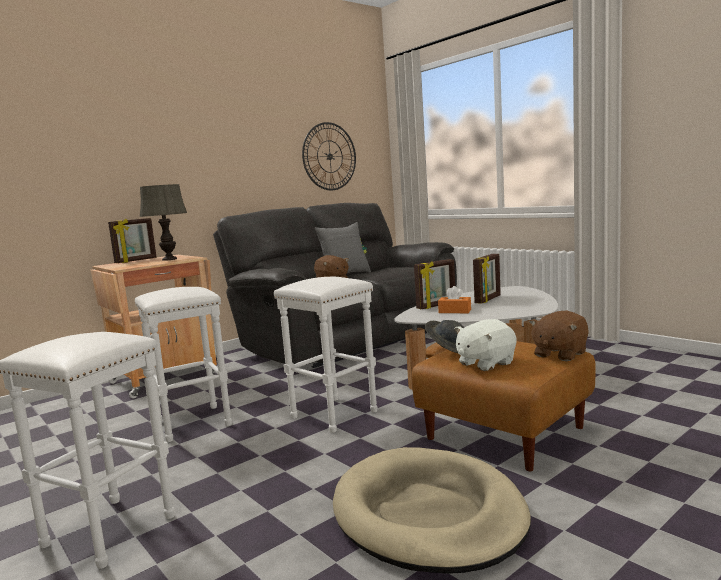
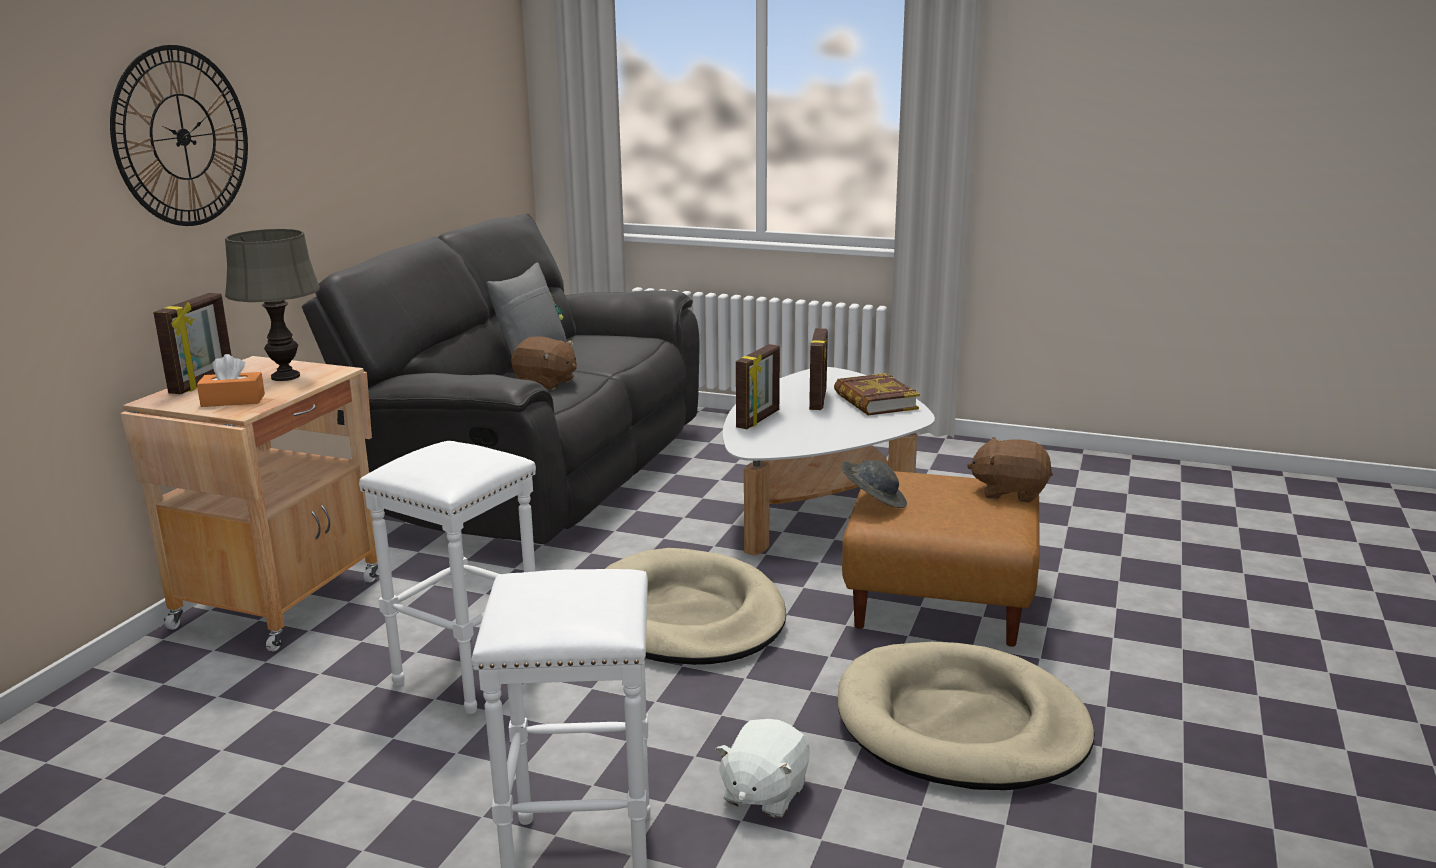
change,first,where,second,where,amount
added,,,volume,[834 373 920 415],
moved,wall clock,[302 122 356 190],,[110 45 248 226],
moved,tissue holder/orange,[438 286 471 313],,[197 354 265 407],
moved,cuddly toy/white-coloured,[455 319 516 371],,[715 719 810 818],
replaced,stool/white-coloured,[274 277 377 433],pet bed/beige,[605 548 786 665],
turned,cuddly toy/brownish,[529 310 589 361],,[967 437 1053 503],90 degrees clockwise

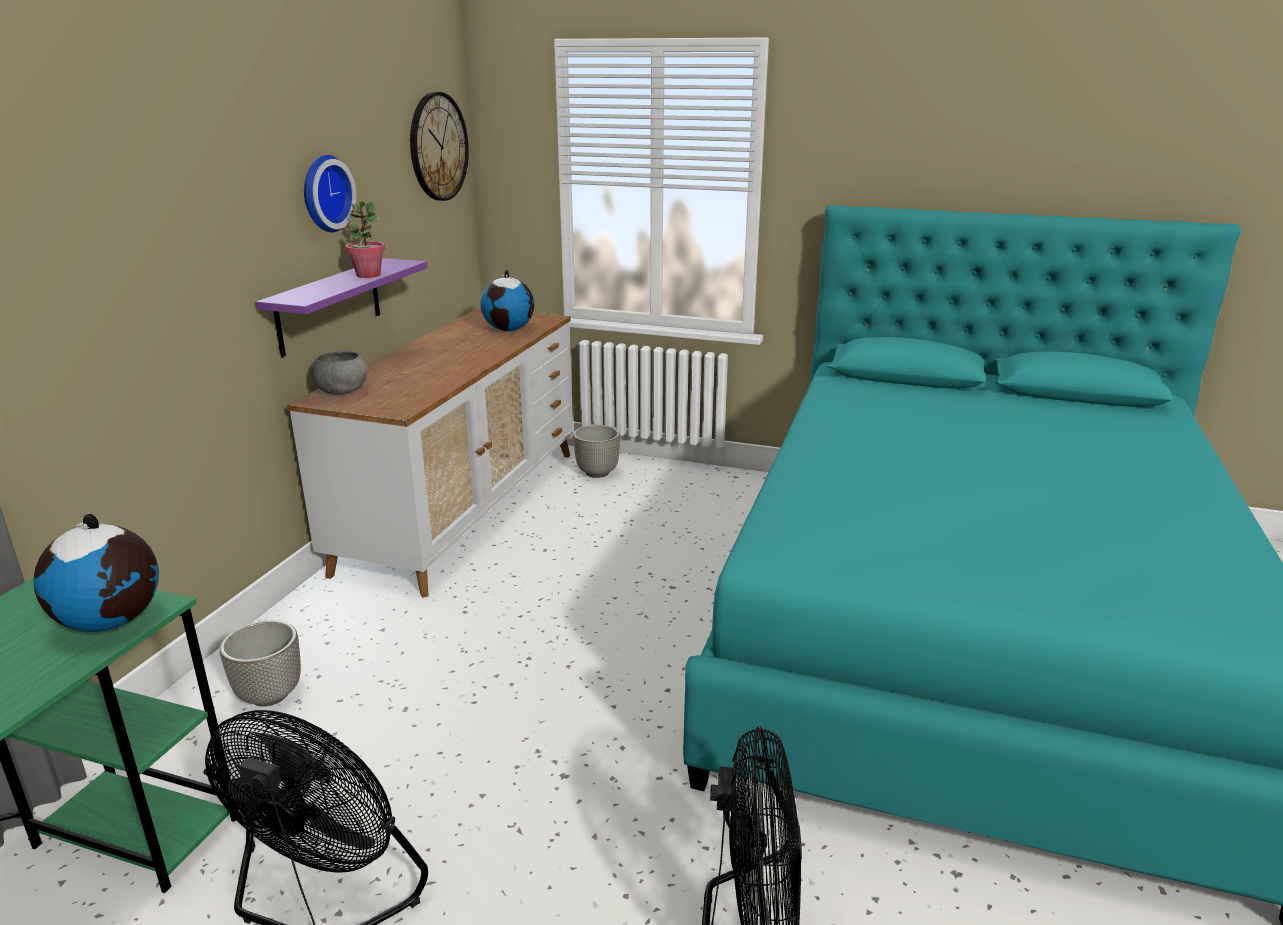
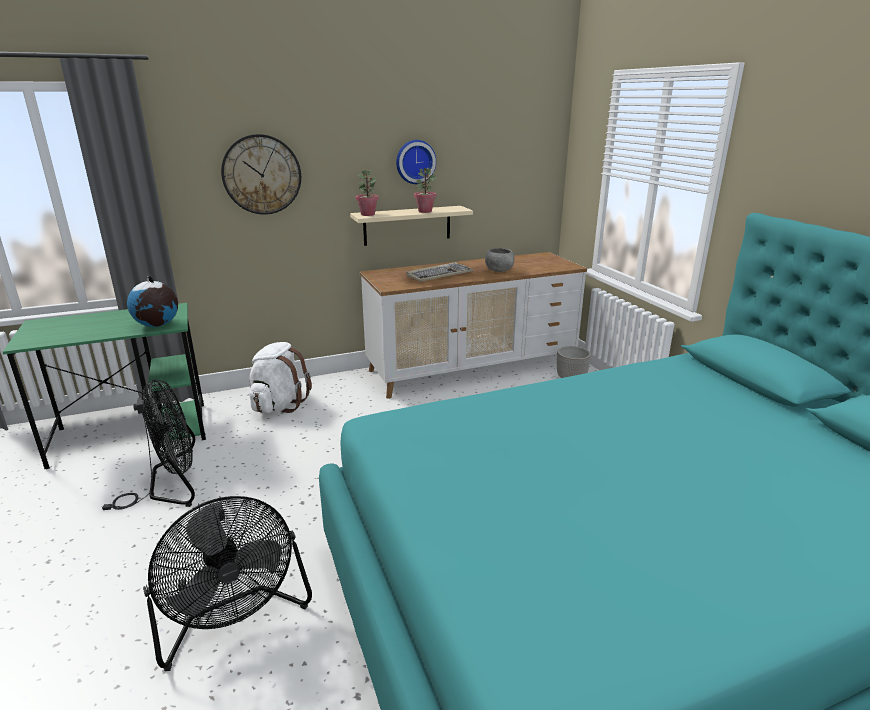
change,first,where,second,where,amount
removed,world globe,[480 270 534 331],,,
added,,,potted plant,[356 170 379 216],
added,,,keyboard,[407 262 473 281],
moved,deep dish/greyish,[312 351 368 395],,[485 248 514 272],
moved,wall clock,[410 92 469 201],,[221 134 301 215],
replaced,plant pot,[220 620 301 707],backpack/white-coloured,[249 342 312 413],
recoloured,wall shelf/purple,[255 258 428 357],wall shelf/beige,[350 206 473 246],

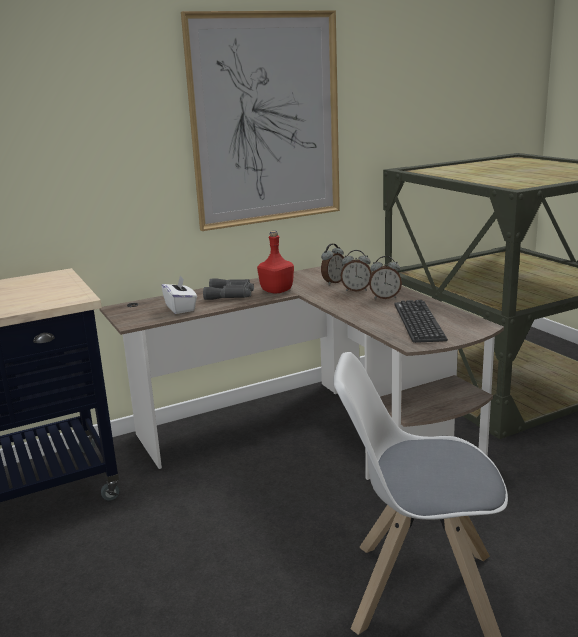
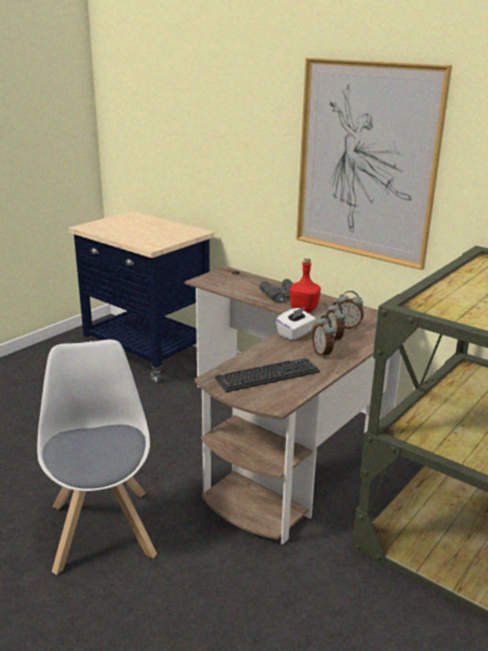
change,first,where,second,where,amount
moved,tissue holder/white-coloured,[161 276 197 314],,[276 307 316 341],

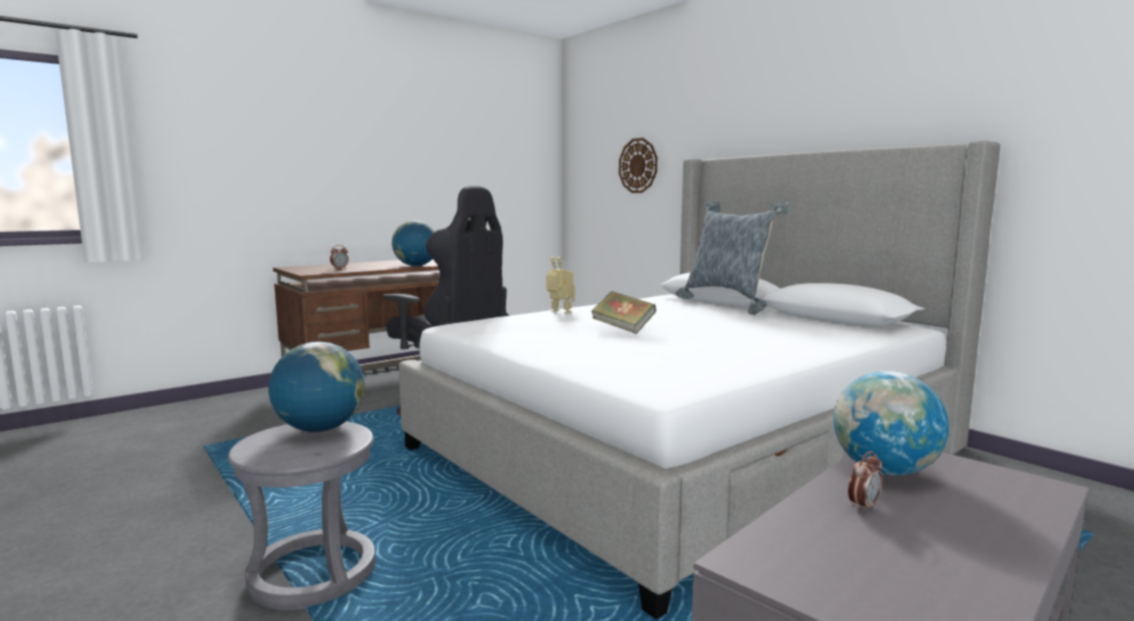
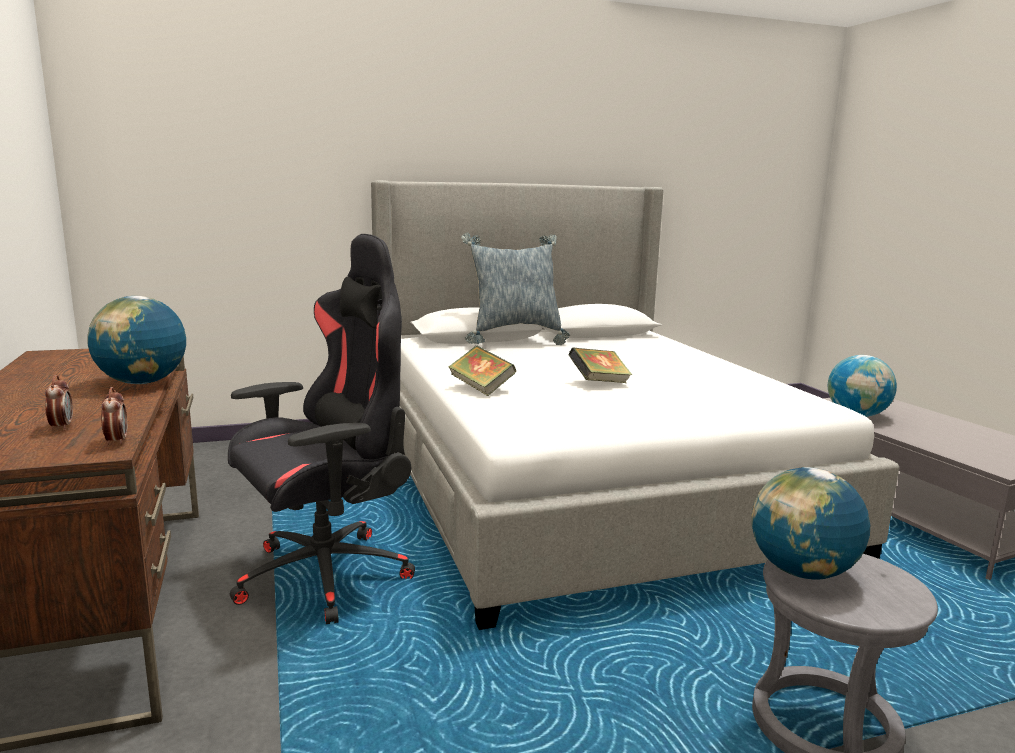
change,first,where,second,where,amount
removed,wall clock,[619 138 657 193],,,
moved,bedside clock,[848 451 883 512],,[101 387 127 445],
replaced,toy robot,[546 256 575 314],volume,[449 346 516 396],

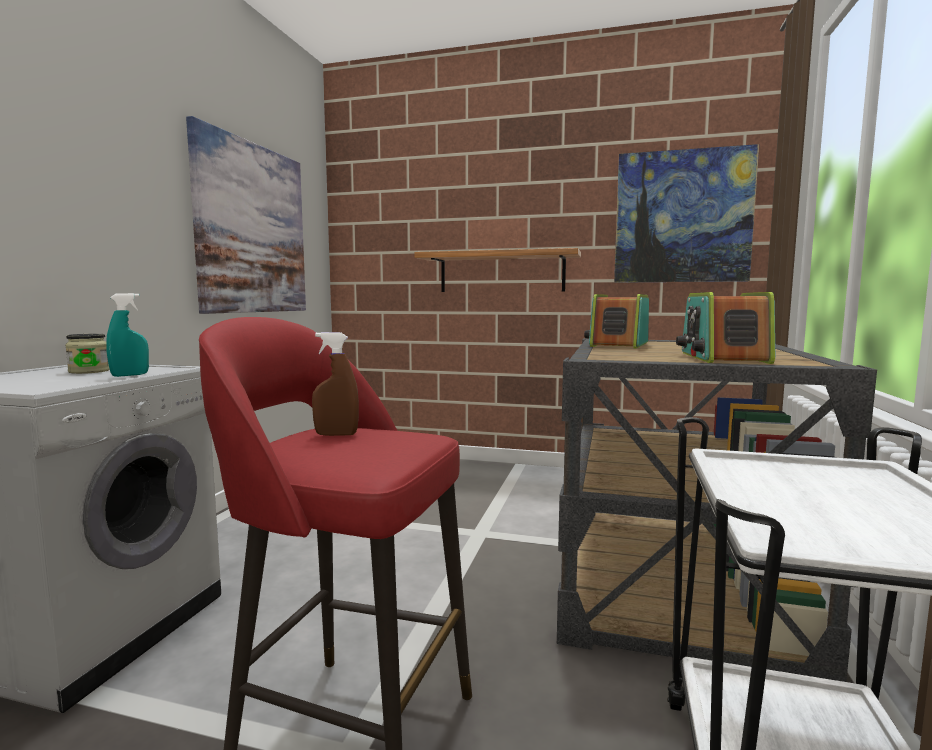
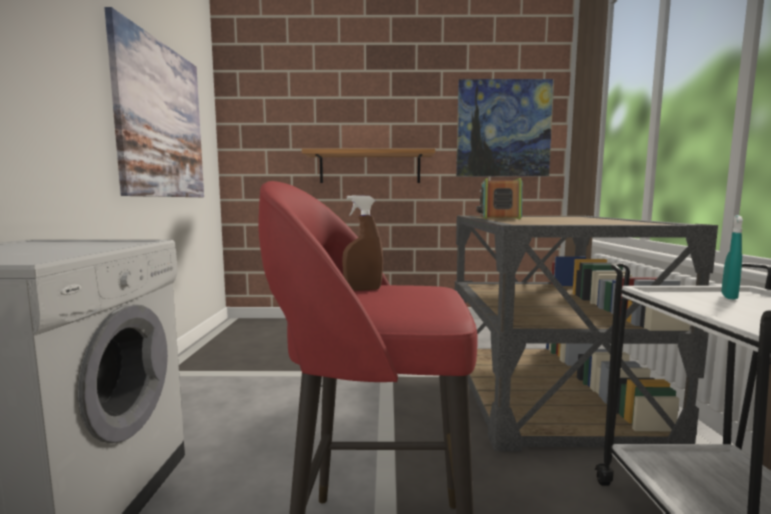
change,first,where,second,where,amount
removed,jar,[65 334 110 374],,,
removed,radio receiver,[676 292 775 364],,,
moved,sprayer/turquoise-coloured,[106 293 149 377],,[722 215 743 300],

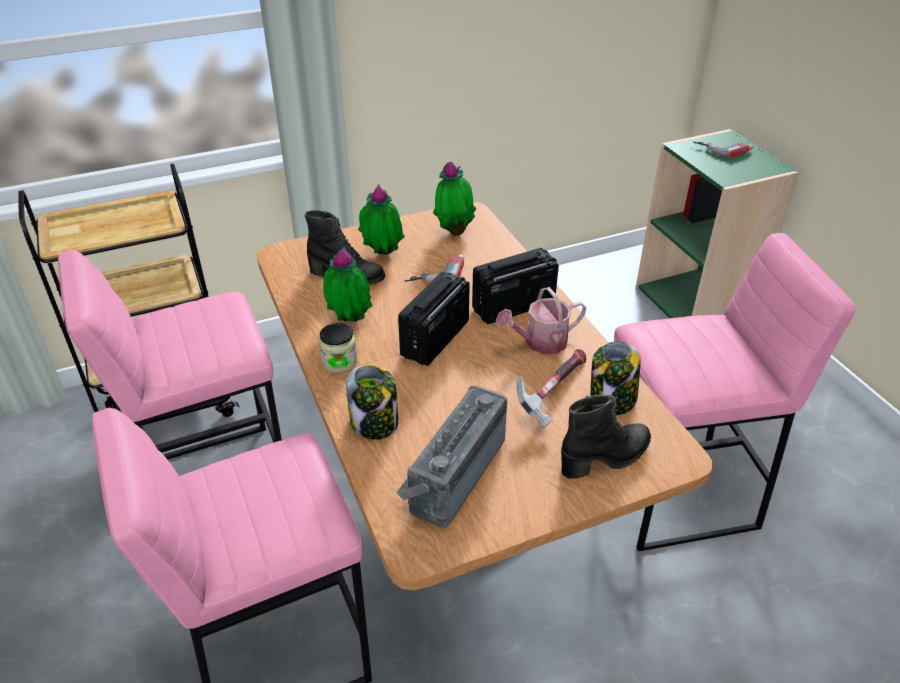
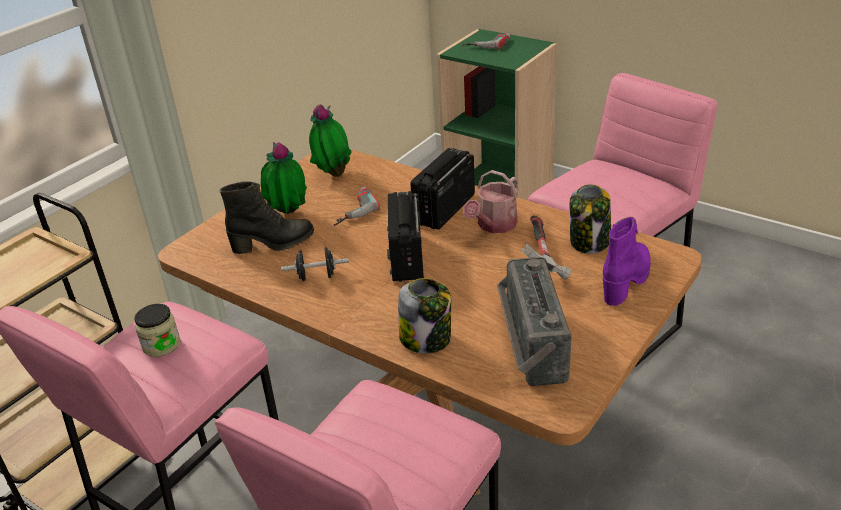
change,first,where,second,where,amount
moved,jar,[319 323 357 373],,[134 304 180 357],
replaced,potted plant,[323 247 373 322],dumbbell/black,[281 247 349 281],
recoloured,high-top boot/black,[561 395 651 479],high-top boot/purple,[603 217 651 306],

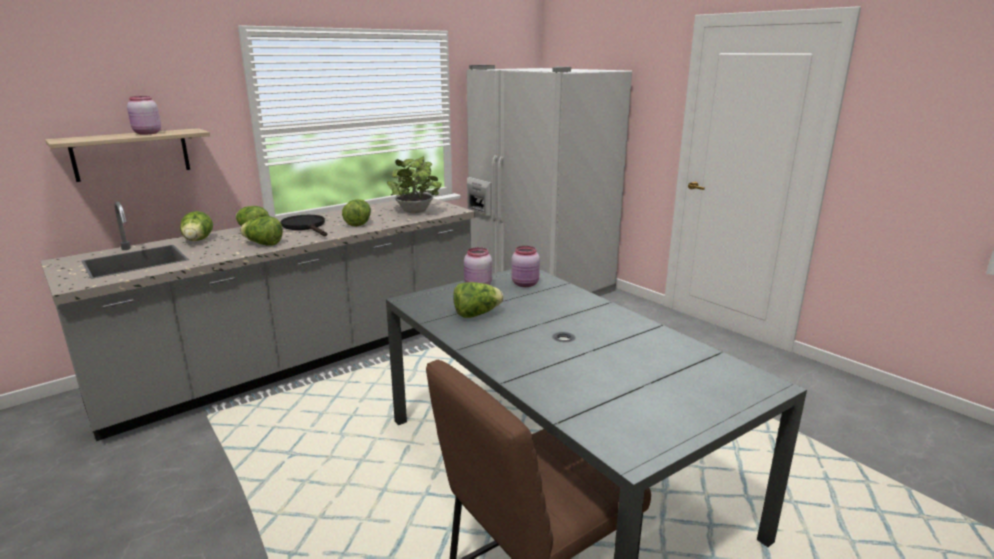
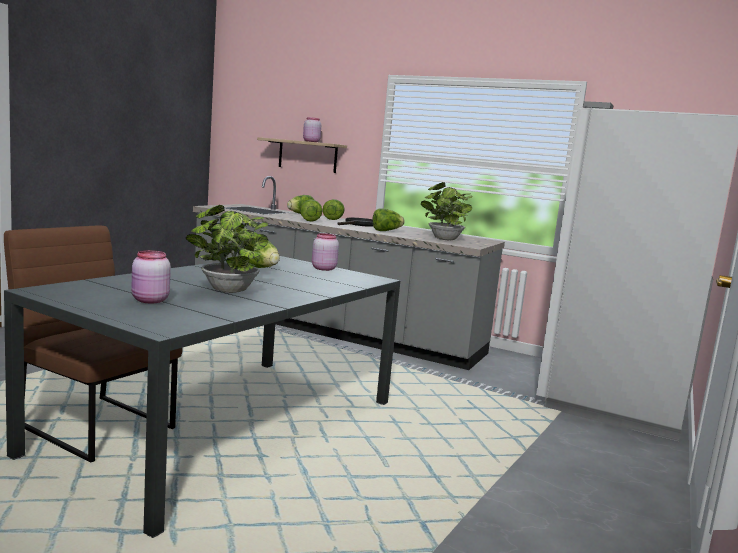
change,first,where,second,where,amount
added,,,potted plant,[186 205 268 293],
moved,jar/pink,[511 246 540 287],,[131 250 171 303],

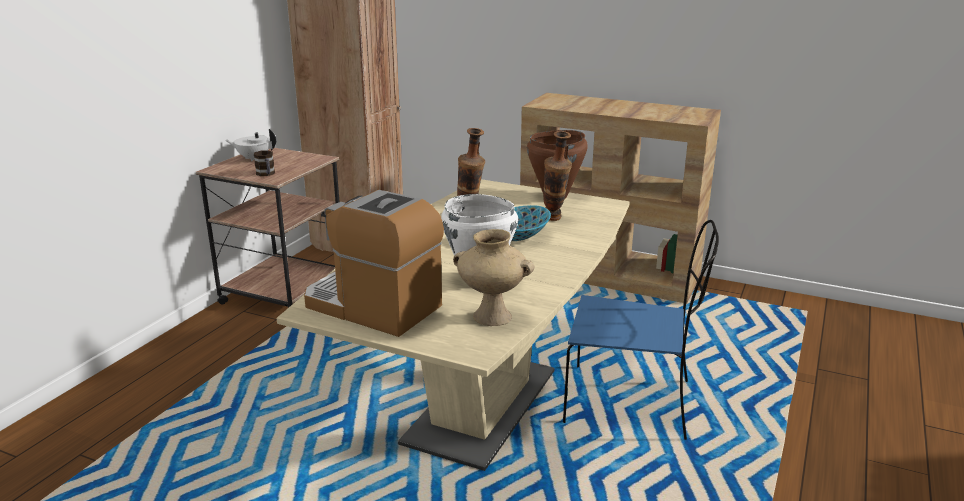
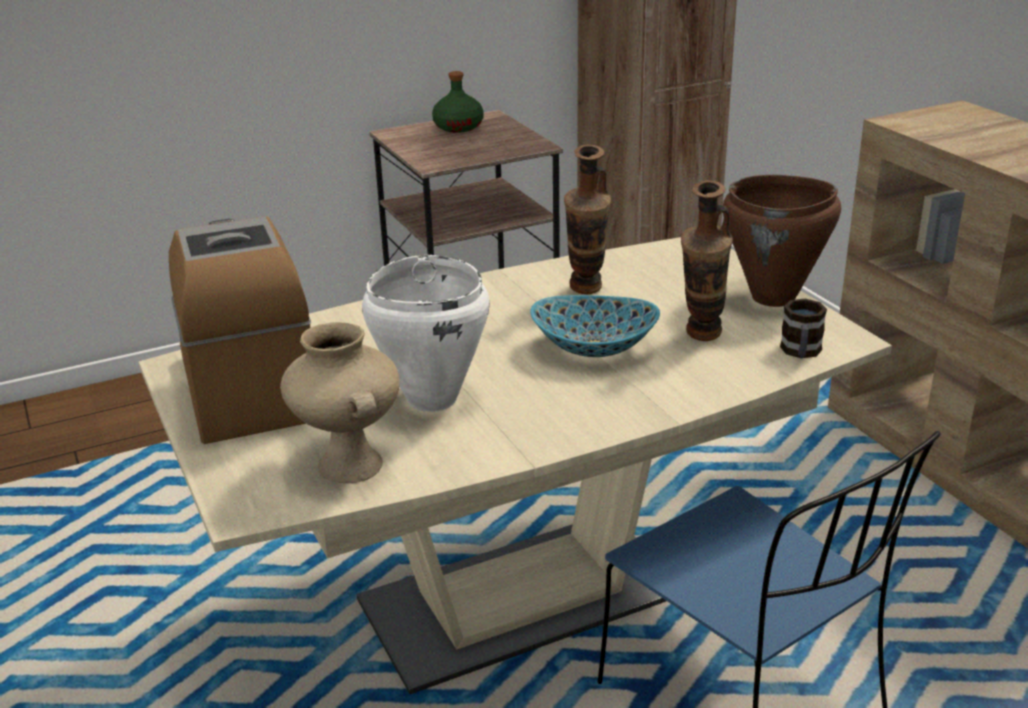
change,first,where,second,where,amount
moved,mug,[254 150 275 176],,[780 299 827 358],
replaced,pot for tea/white-coloured,[225 129 276 161],bottle/green-coloured,[432 71 484 133],

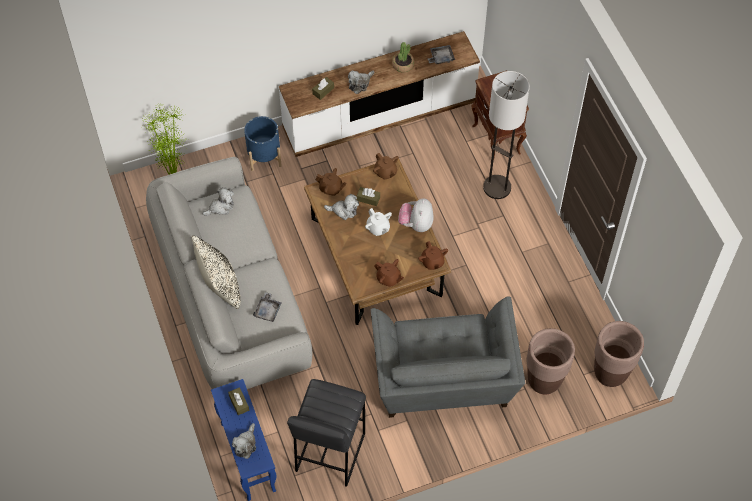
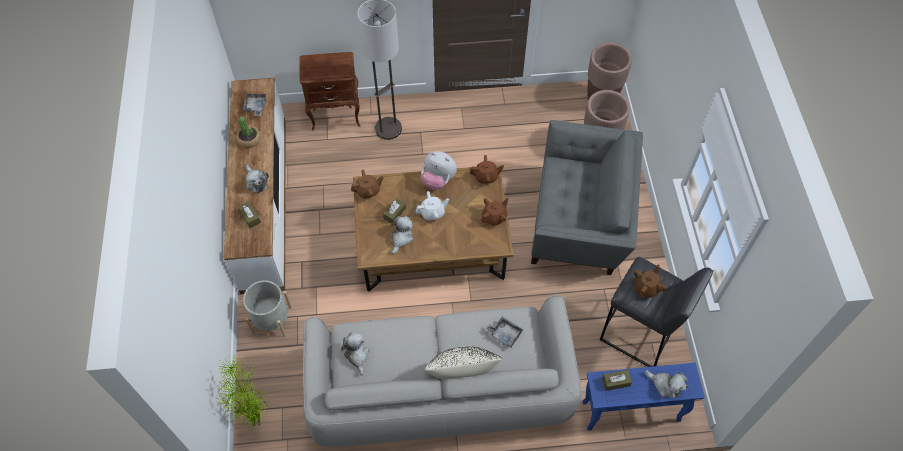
change,first,where,second,where,amount
moved,pot for tea/brownish,[315 168 346 196],,[634 265 667 298],
recoloured,plant pot/blue,[244 116 282 171],plant pot/greyish,[243 280 292 337],

